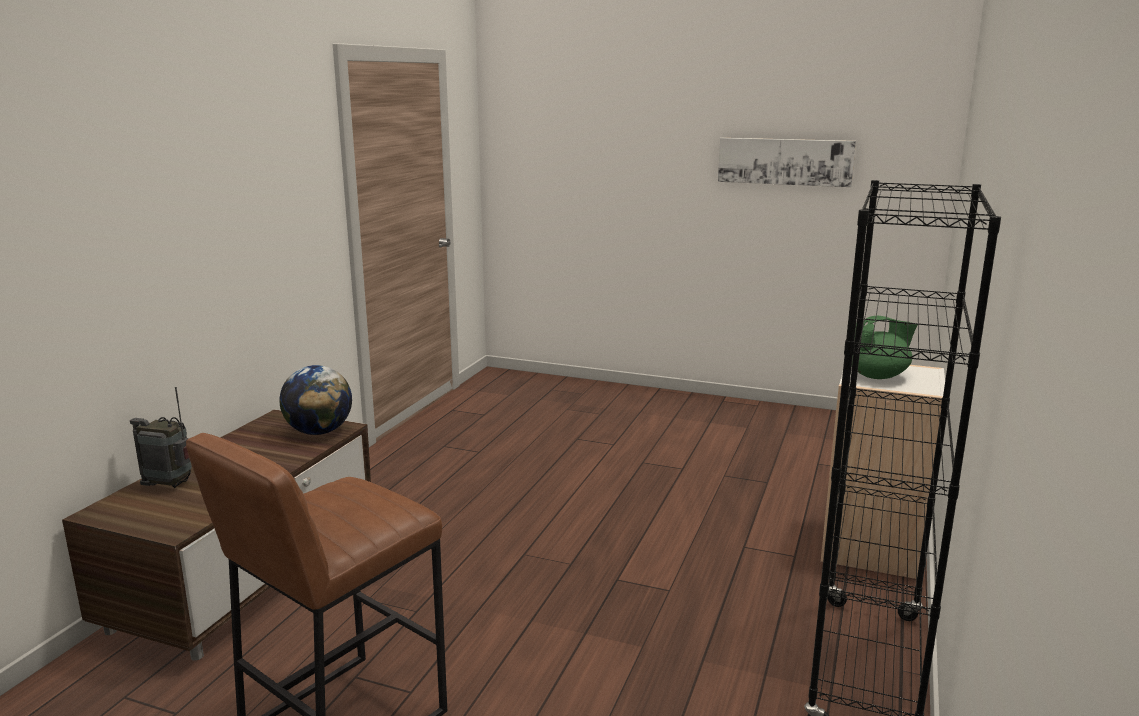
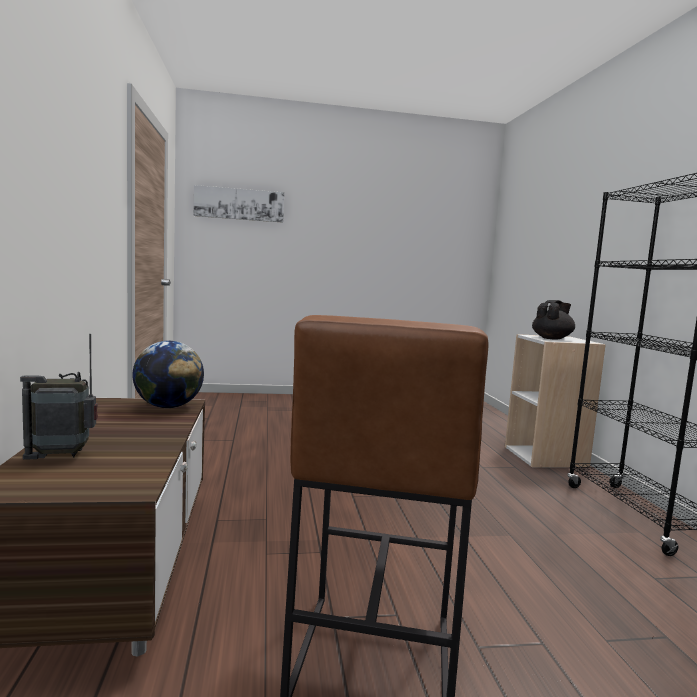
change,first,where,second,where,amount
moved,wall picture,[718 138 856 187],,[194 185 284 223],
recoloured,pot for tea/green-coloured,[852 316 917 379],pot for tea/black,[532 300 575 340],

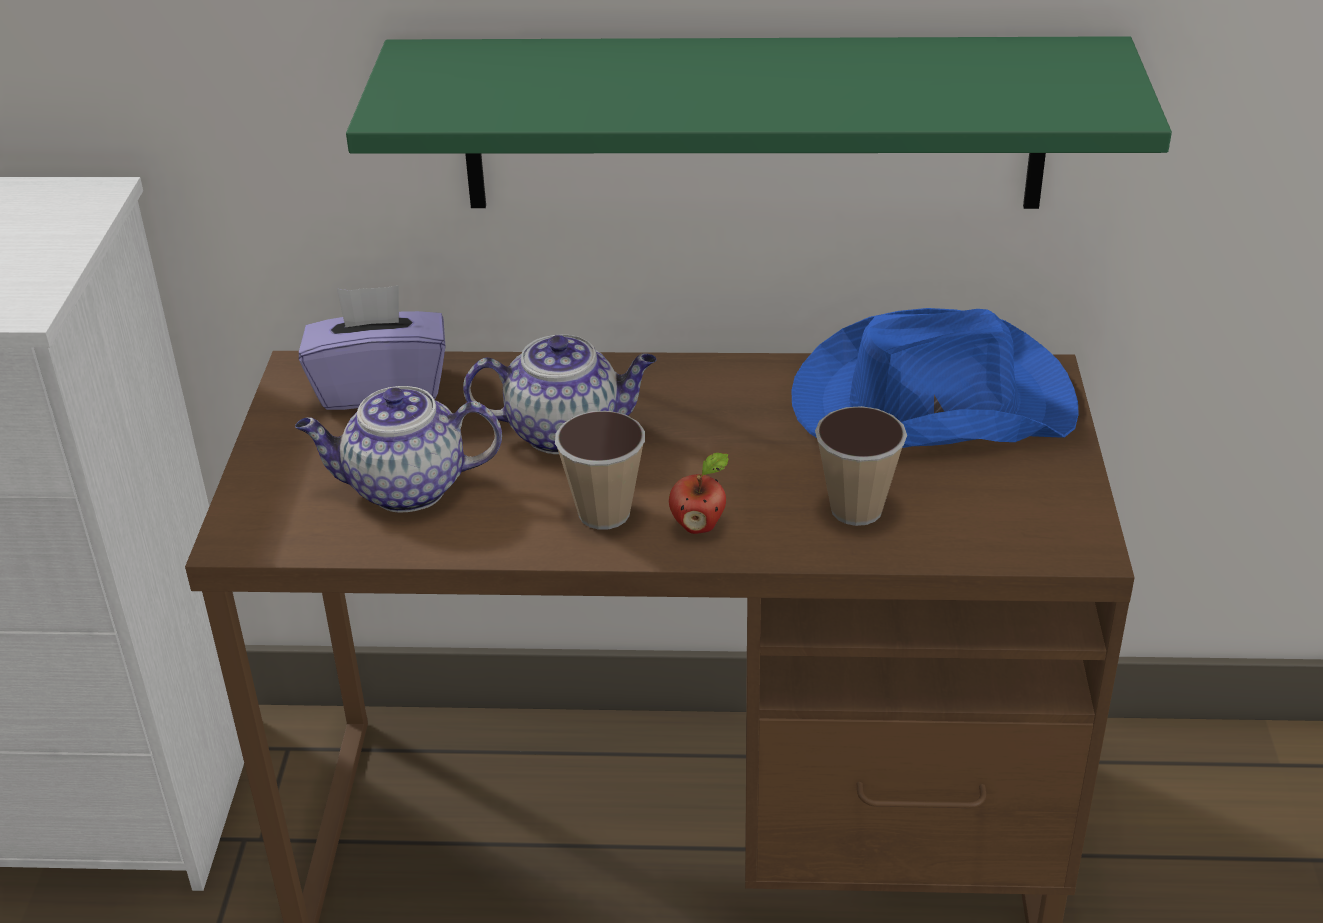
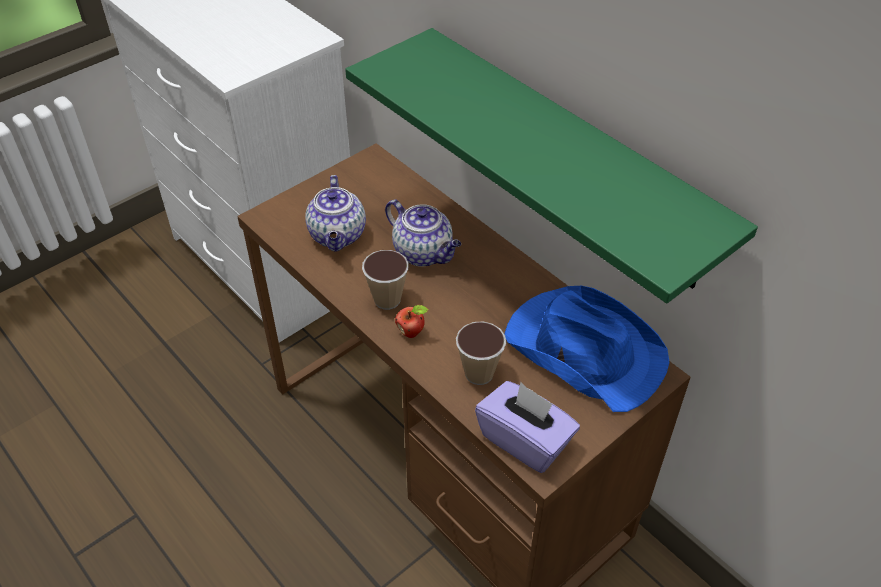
change,first,where,second,where,amount
moved,tissue holder/purple,[299 285 446 410],,[475 381 580 473],
turned,pot for tea,[295 386 502 512],,[305 175 366 252],135 degrees counterclockwise

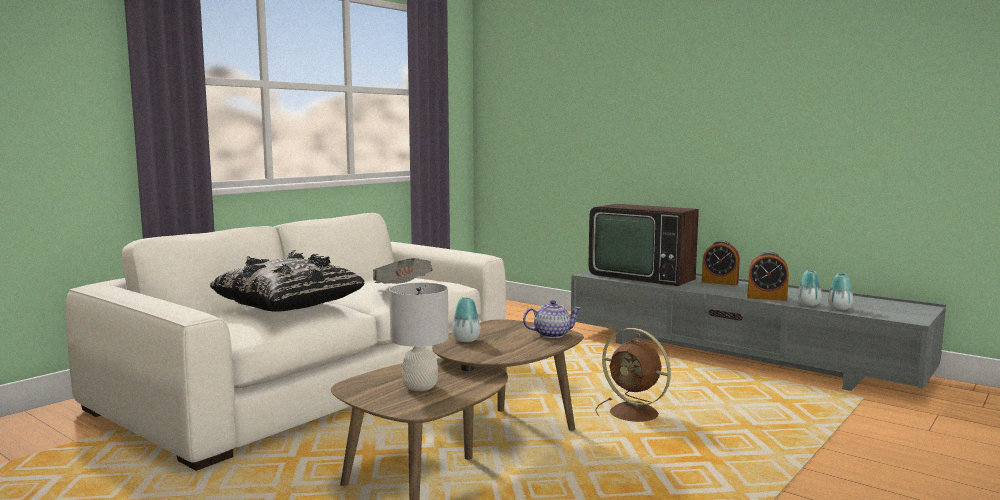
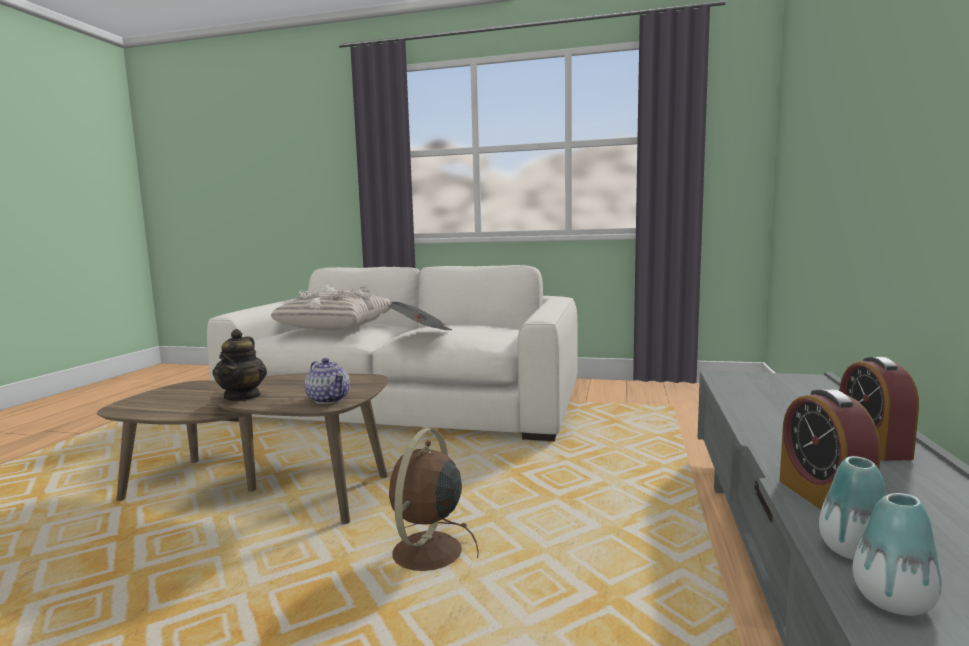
change,first,where,second,where,amount
removed,table lamp/greyish,[389 283 449 391],,,
removed,decorative vase,[452 297 481 342],,,
removed,television,[588 204 699 286],,,
added,,,pot for tea,[213 329 267 401],
recoloured,throw pillow/black,[210 251 365 312],throw pillow/beige,[271 285 392 330],

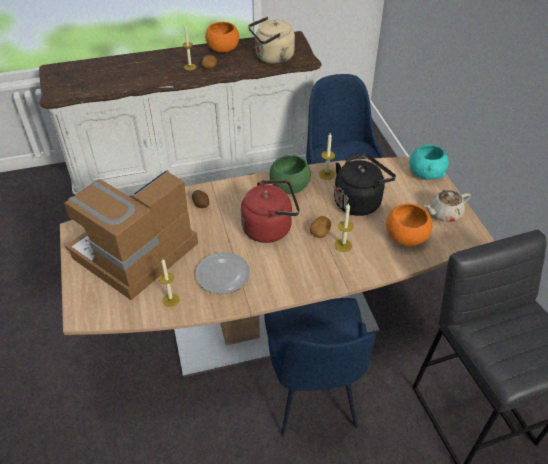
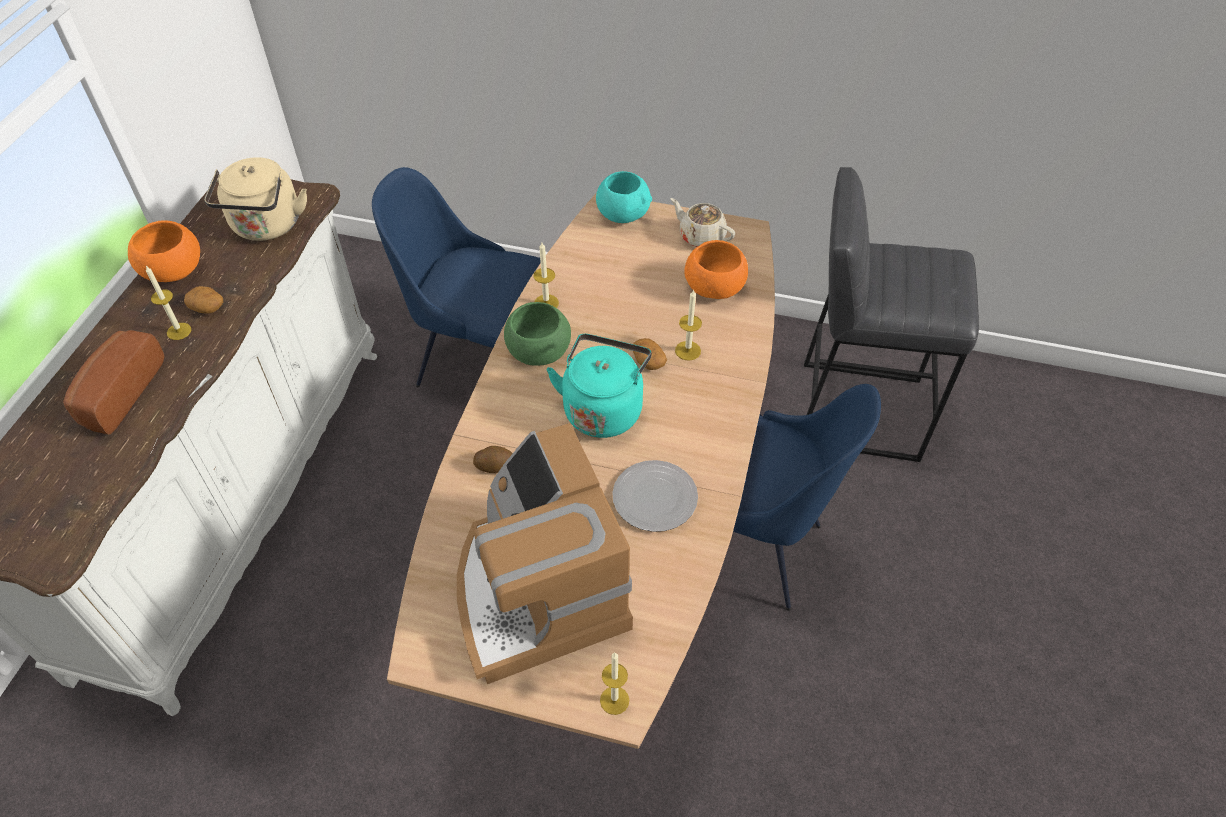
change,first,where,second,where,amount
removed,kettle/black,[334 153 396 216],,,
added,,,baked bread,[63 330 165 435],
moved,wax candle,[159 259 179 307],,[600 653 629 715],
recoloured,kettle/reddish,[241 180 300 243],kettle/turquoise-coloured,[547 334 652 438],
turned,pot for tea/beige,[424 189 471 222],,[670 198 735 247],120 degrees clockwise

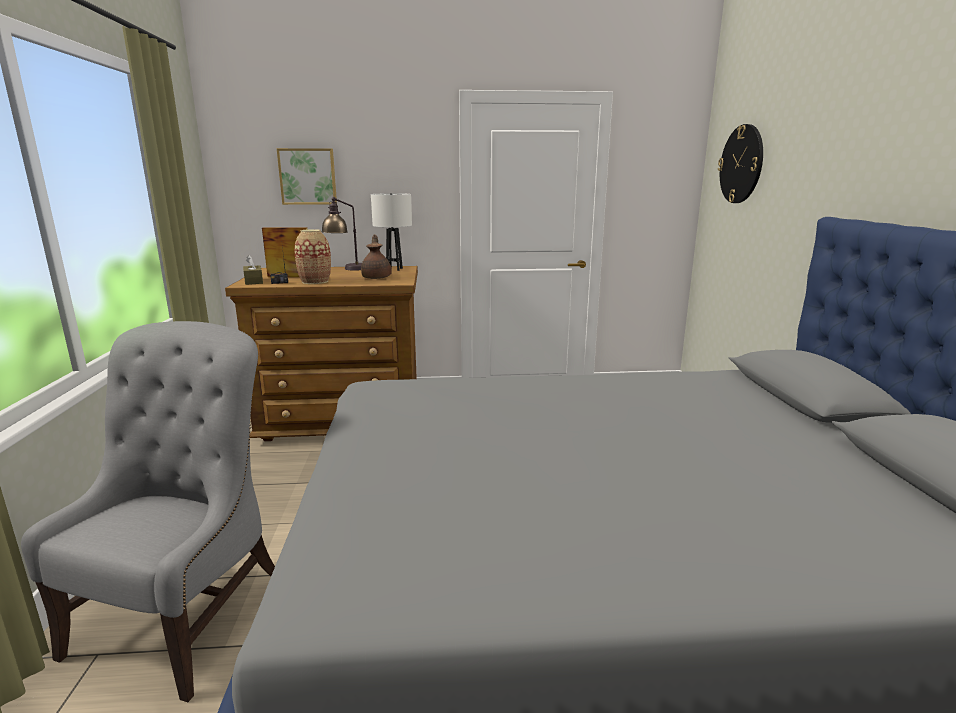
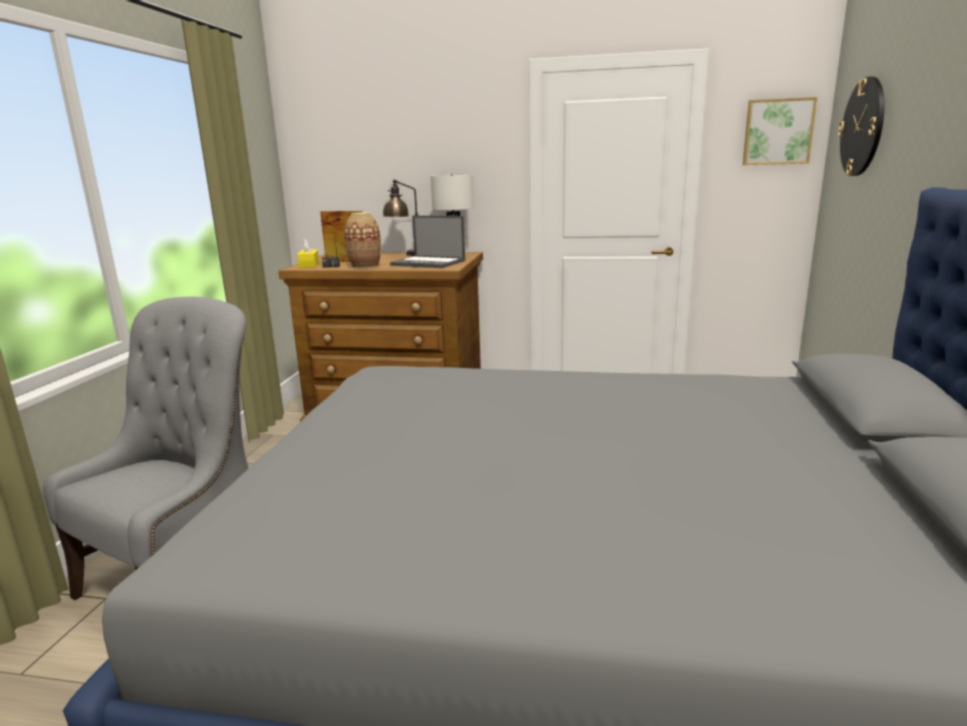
change,first,where,second,where,amount
moved,wall picture,[276 148 337 205],,[743 97 817 165],
replaced,pot for tea/brownish,[361 235 392 279],laptop,[390 216 465 268],
recoloured,tissue holder/brownish,[243 255 263 285],tissue holder/yellowish,[297 239 319 268],

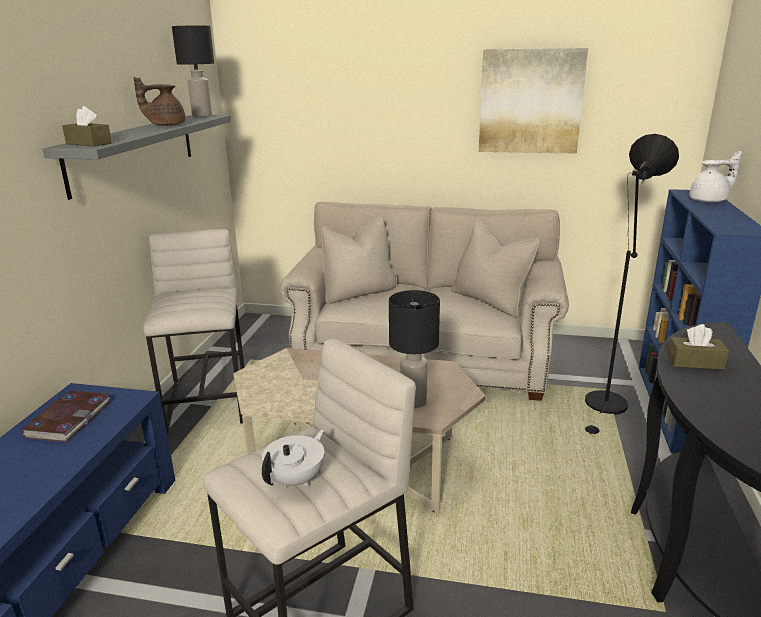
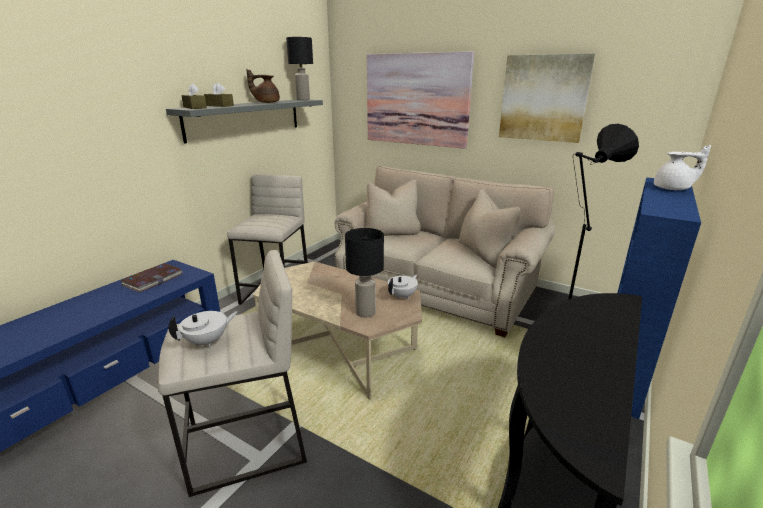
change,first,where,second,where,amount
added,,,wall picture,[367 51 474 149],
added,,,pot for tea/white-coloured,[388 275 418 299],
moved,tissue holder/brownish,[667 324 729 370],,[204 82 234 107],

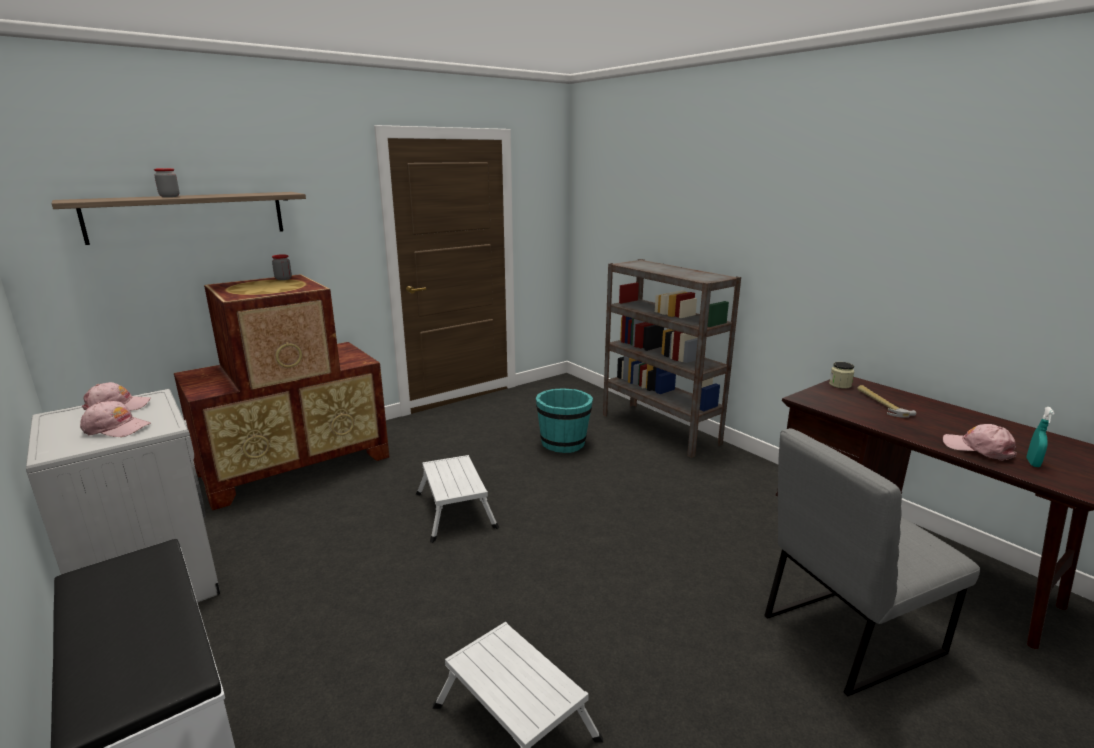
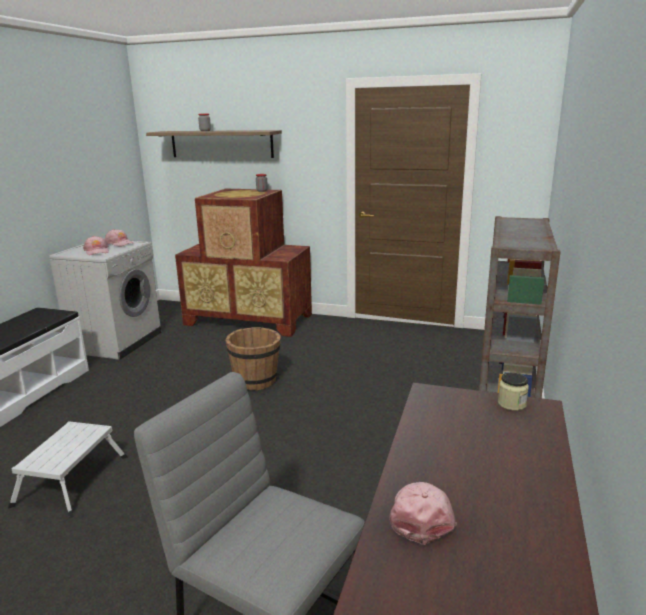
change,first,where,second,where,amount
removed,water bucket/turquoise-coloured,[536 388 593 453],,,
removed,hand hammer,[857 385 916 418],,,
removed,sprayer/turquoise-coloured,[1026 407 1054 467],,,
replaced,step stool/white-coloured,[416 455 499 543],water bucket/brownish,[225 327 281 390],

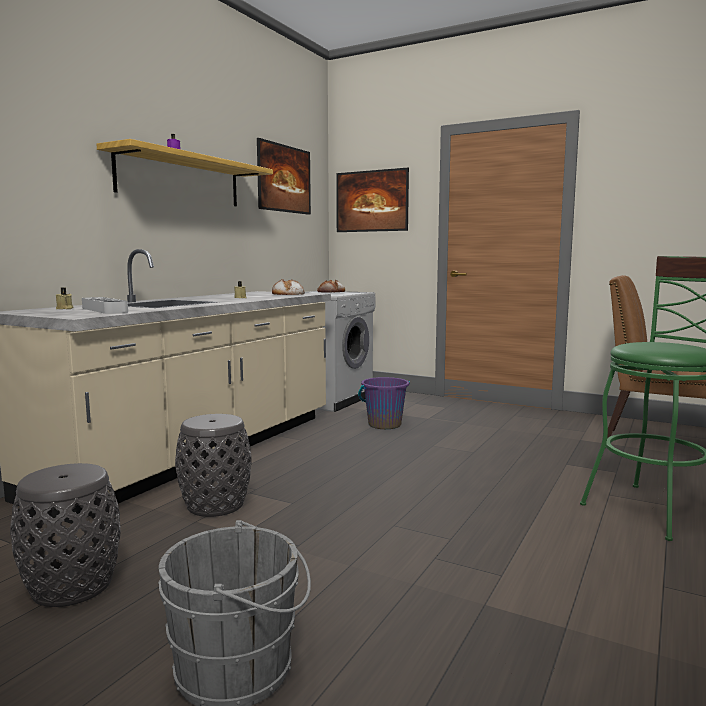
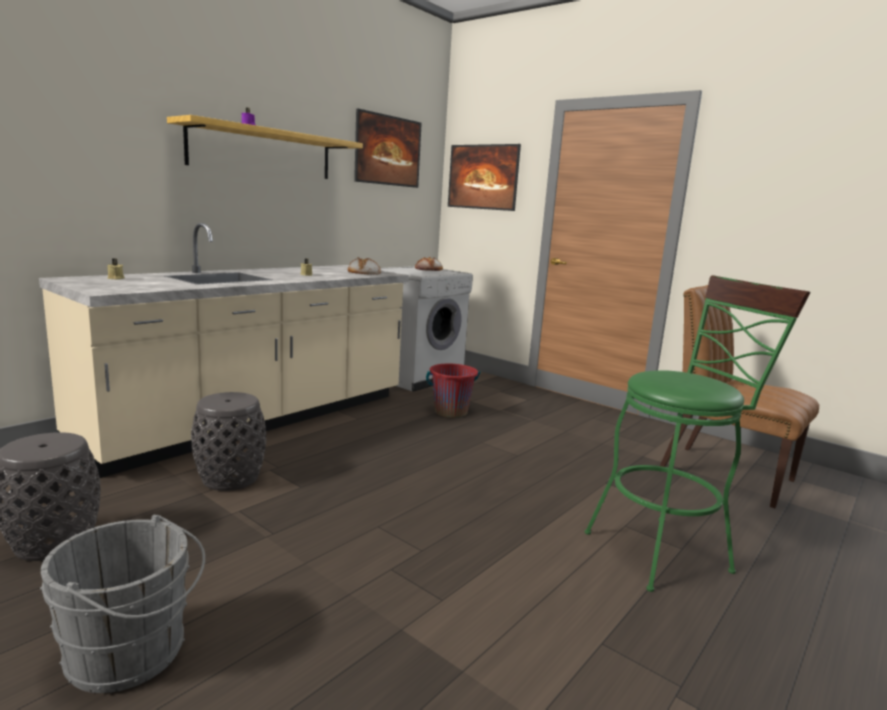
change,first,where,second,where,amount
removed,serving tray/greyish,[82 297 128 314],,,
recoloured,water bucket/purple,[358 377 410 429],water bucket/reddish,[426 364 480 418],

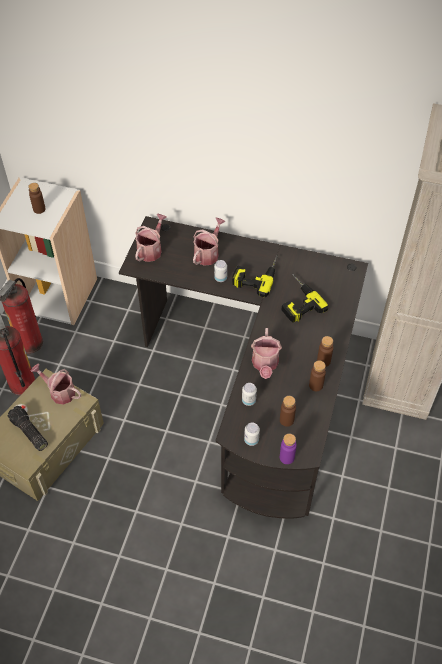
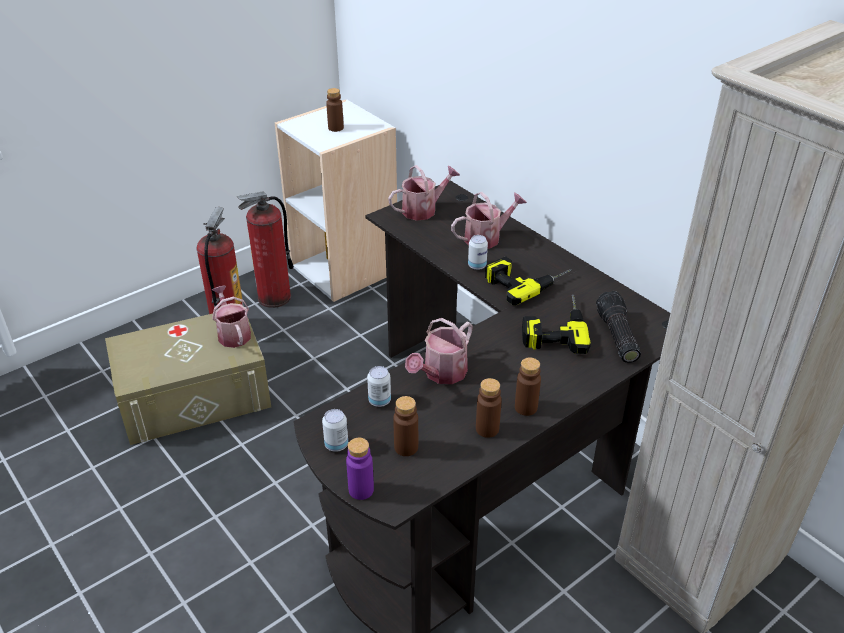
change,first,where,second,where,amount
moved,torch,[7 406 48 451],,[596 291 641 363],

